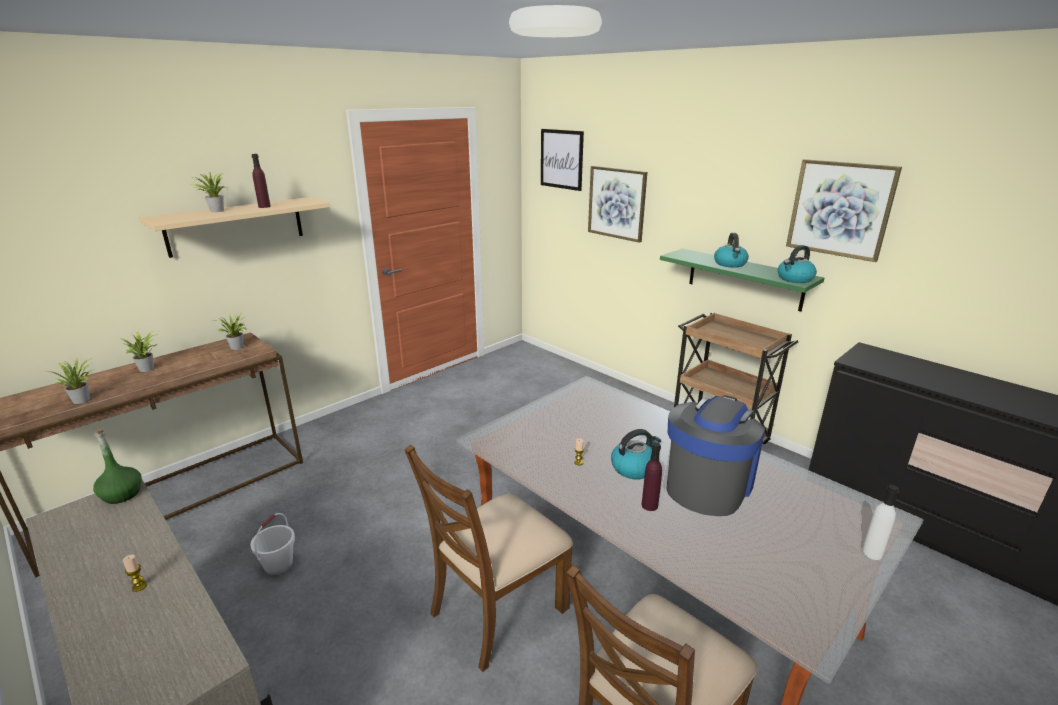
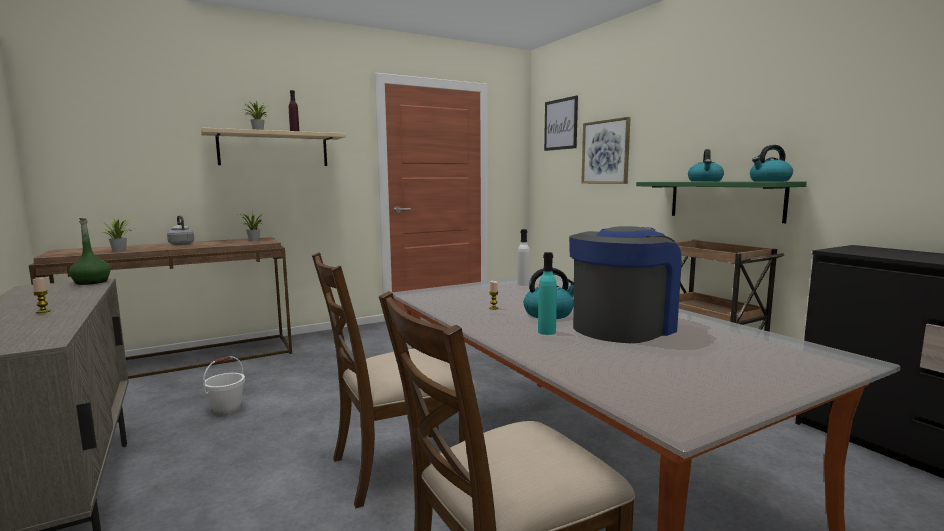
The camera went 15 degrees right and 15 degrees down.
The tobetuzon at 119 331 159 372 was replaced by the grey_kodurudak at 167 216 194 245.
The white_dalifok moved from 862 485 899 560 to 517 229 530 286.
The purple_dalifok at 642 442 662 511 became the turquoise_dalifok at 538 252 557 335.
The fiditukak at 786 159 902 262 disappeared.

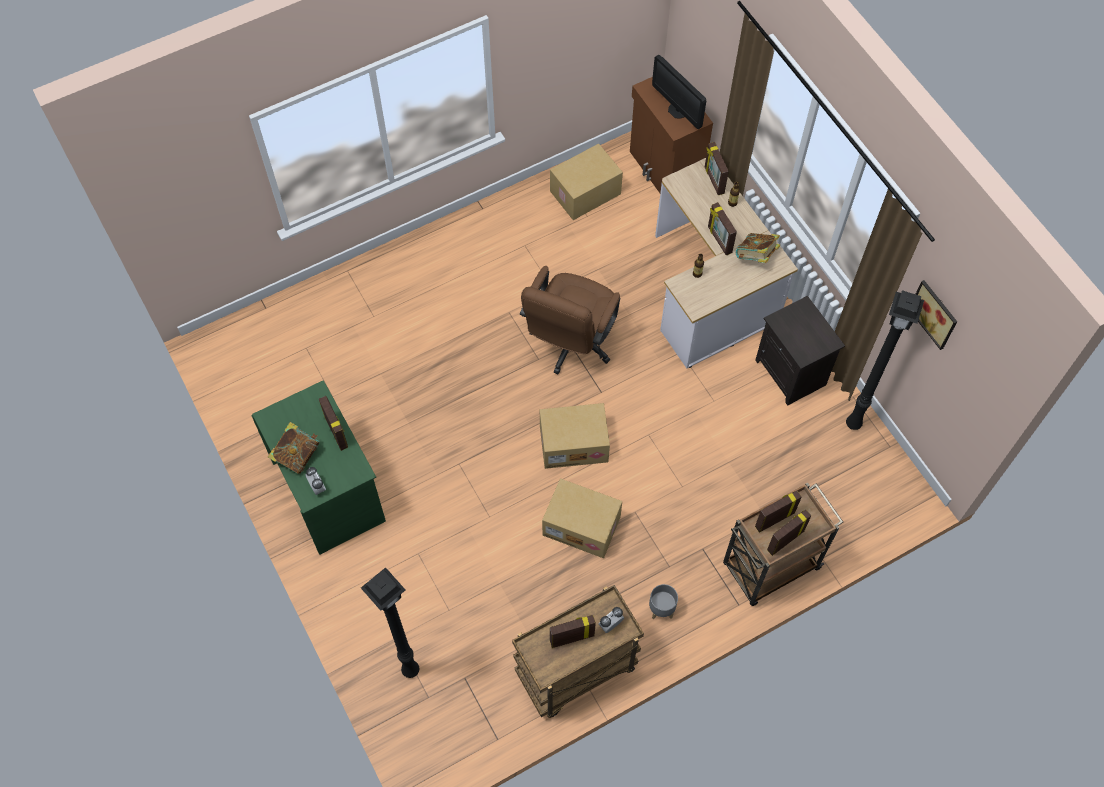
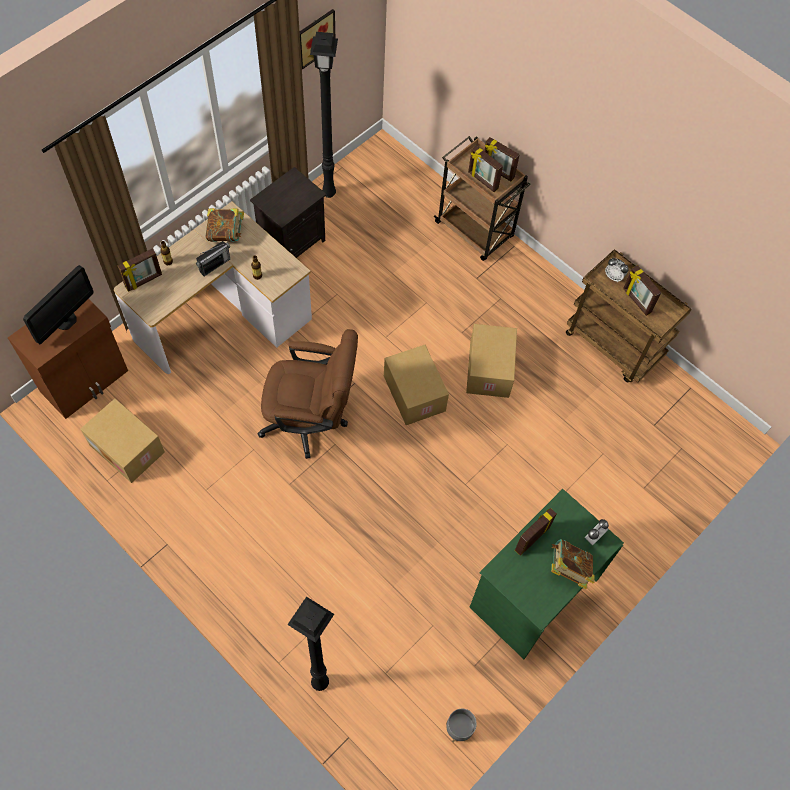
The camera went 110 degrees left and 0 degrees up.
The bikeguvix at 708 202 737 255 was replaced by the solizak at 196 241 230 277.
The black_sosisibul moved from 361 567 419 678 to 288 597 334 691.
The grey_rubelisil moved from 649 584 678 619 to 446 709 477 743.

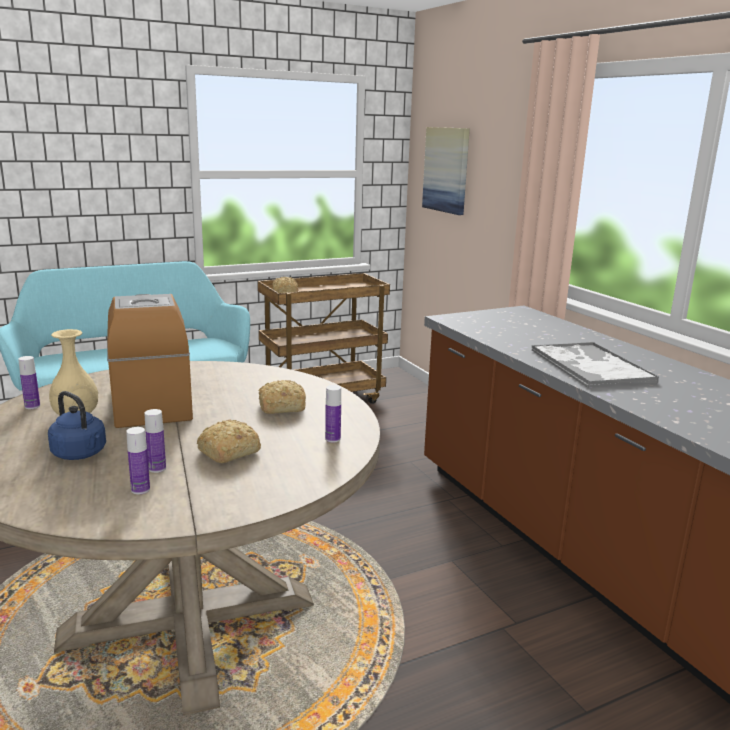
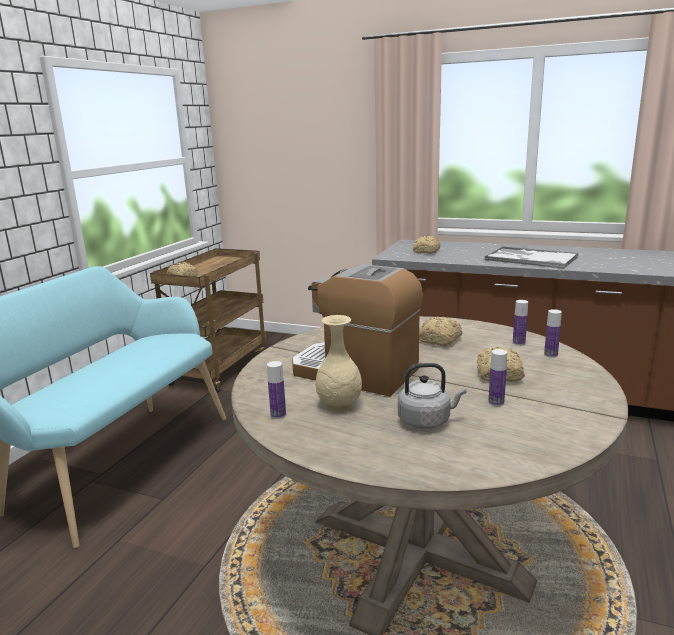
The camera went 40 degrees left and 0 degrees up.
The blue_kodurudak at 48 391 106 460 became the grey_kodurudak at 398 363 467 429.
The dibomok at 413 236 441 254 appeared.
The dalifok moved from 126 427 150 494 to 544 309 562 358.
The fiditukak at 422 127 470 215 disappeared.

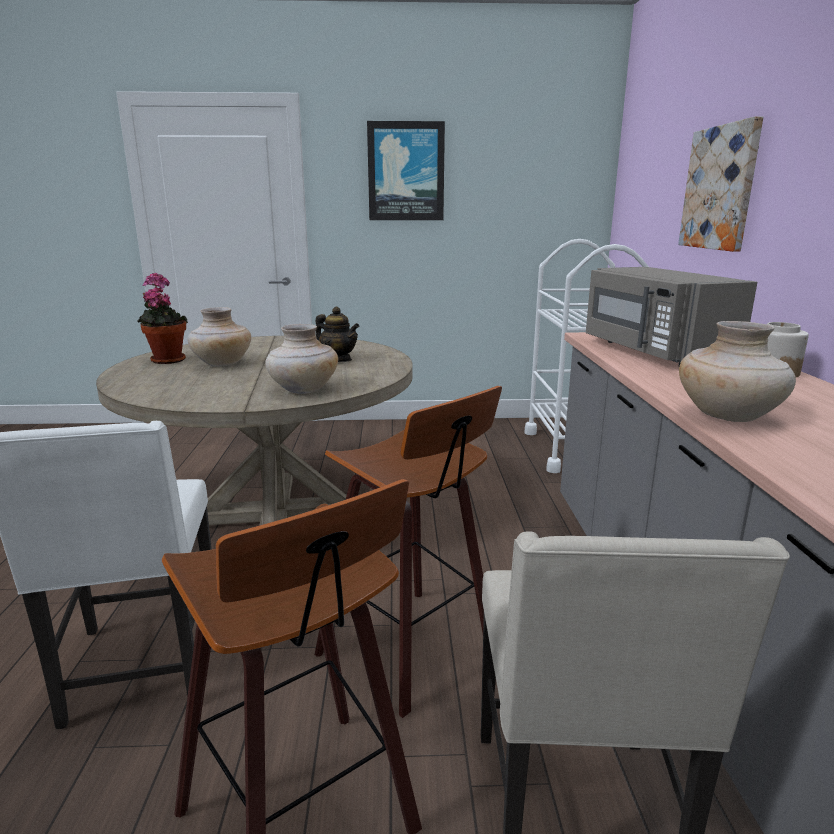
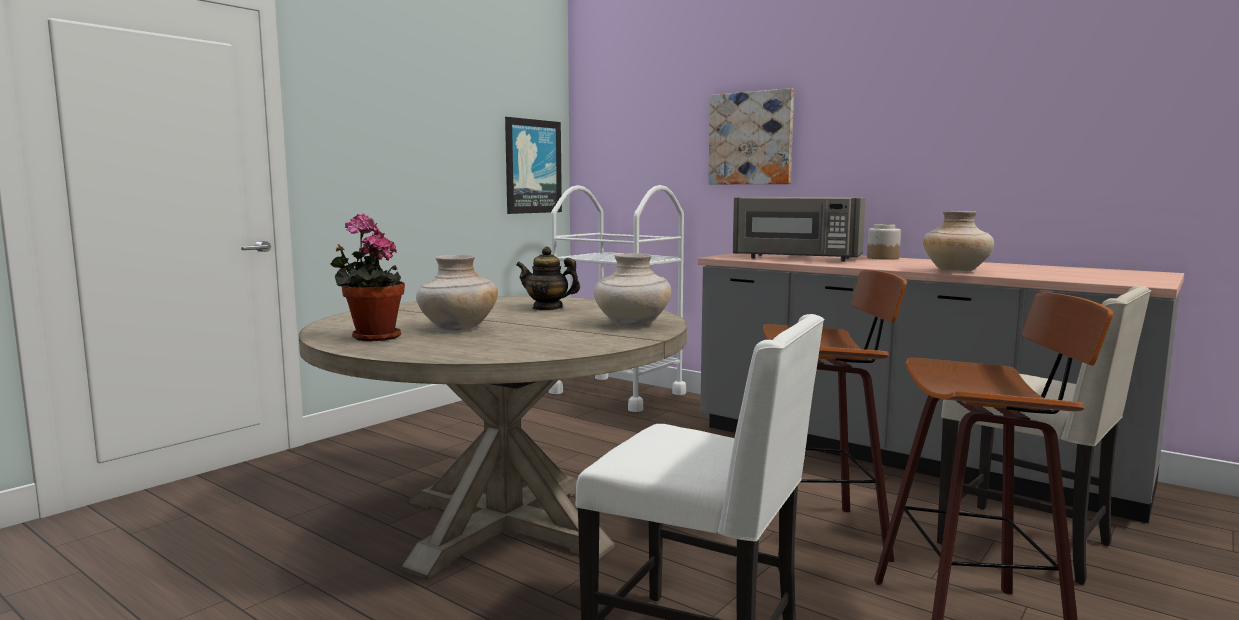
The camera went 50 degrees left and 10 degrees down.
The fiditukak moved from 367 121 445 220 to 505 117 562 214.
The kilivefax at 316 307 359 362 turned 150 degrees counterclockwise.

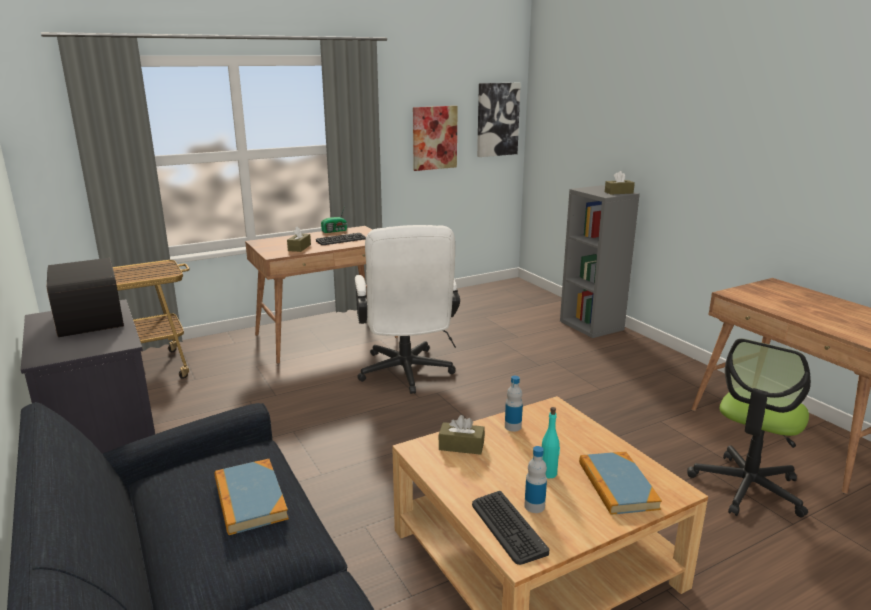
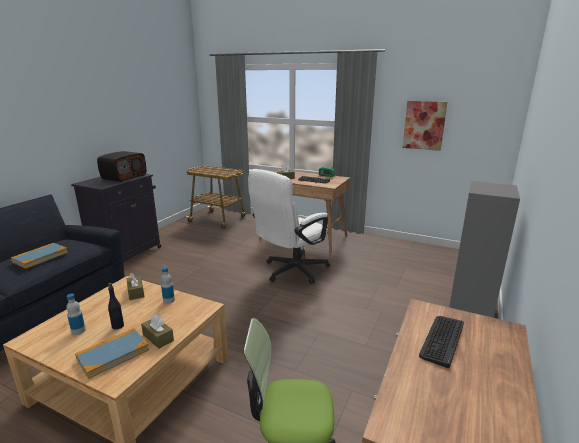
The camera went 55 degrees right and 0 degrees up.
The turquoise_dalifok at 542 407 560 478 became the black_dalifok at 108 283 124 330.
The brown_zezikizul moved from 605 171 635 194 to 141 315 174 349.
The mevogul moved from 472 491 549 565 to 419 316 464 368.
The fiditukak at 477 83 521 157 disappeared.

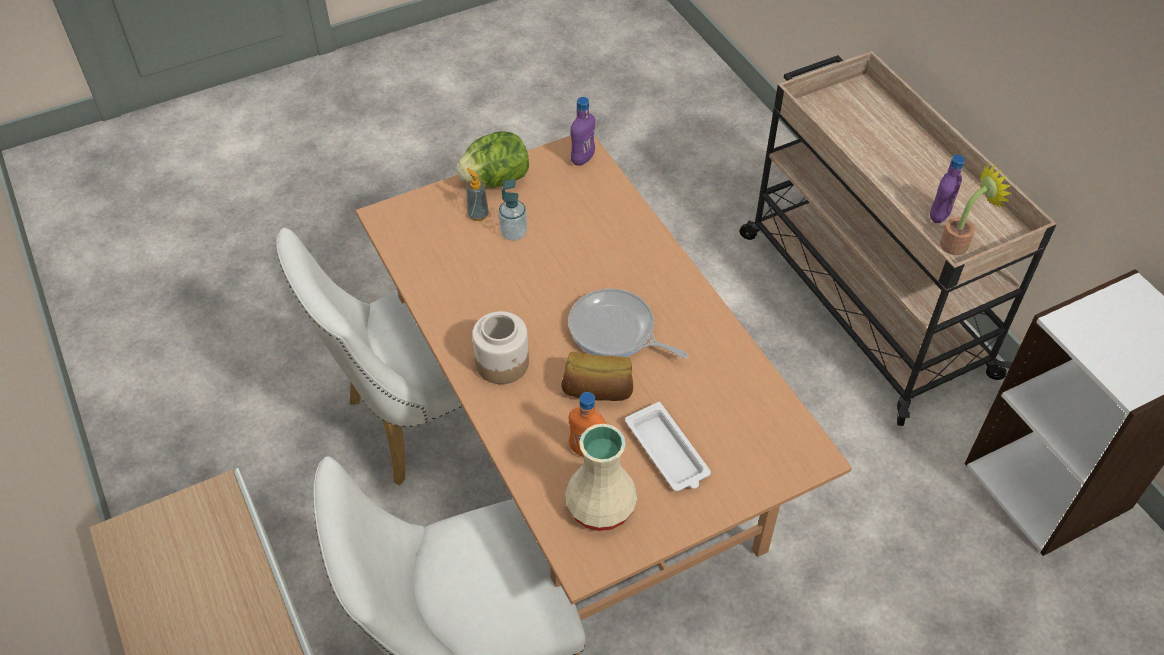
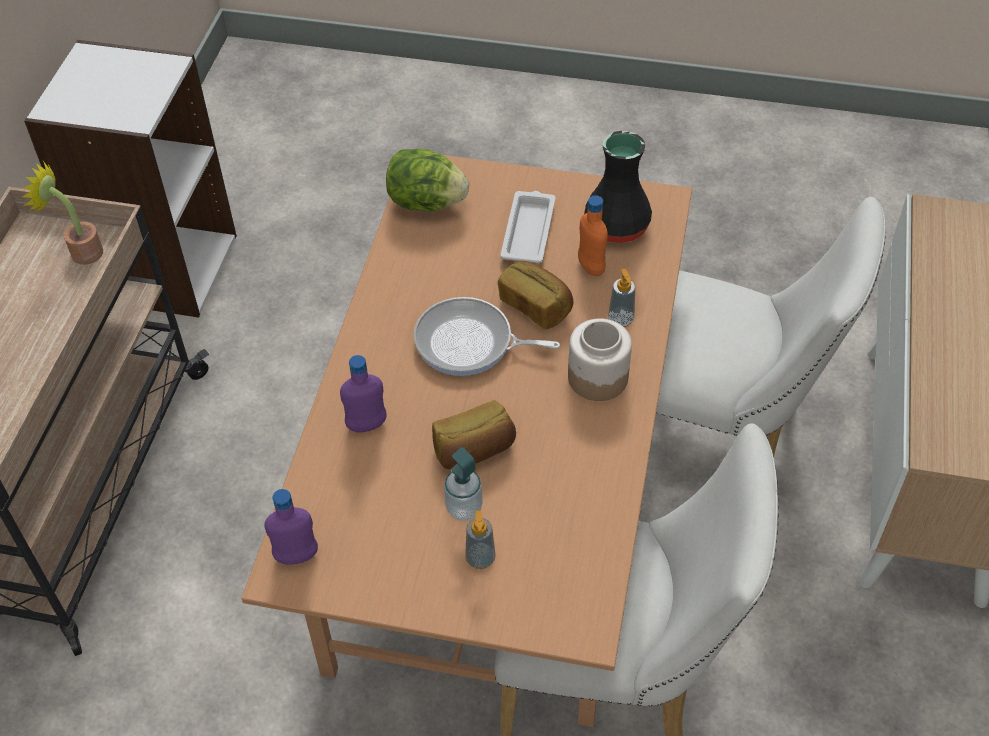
The camera went 140 degrees left and 0 degrees up.
The purple_dalifok moved from 930 155 965 223 to 340 355 386 432.
The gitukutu moved from 456 131 529 188 to 386 149 469 212.
The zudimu at 568 288 689 359 turned 120 degrees clockwise.
The dibomok at 432 400 516 469 appeared.
The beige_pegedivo at 565 424 638 531 became the black_pegedivo at 584 131 652 243.
The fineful at 608 269 635 327 appeared.

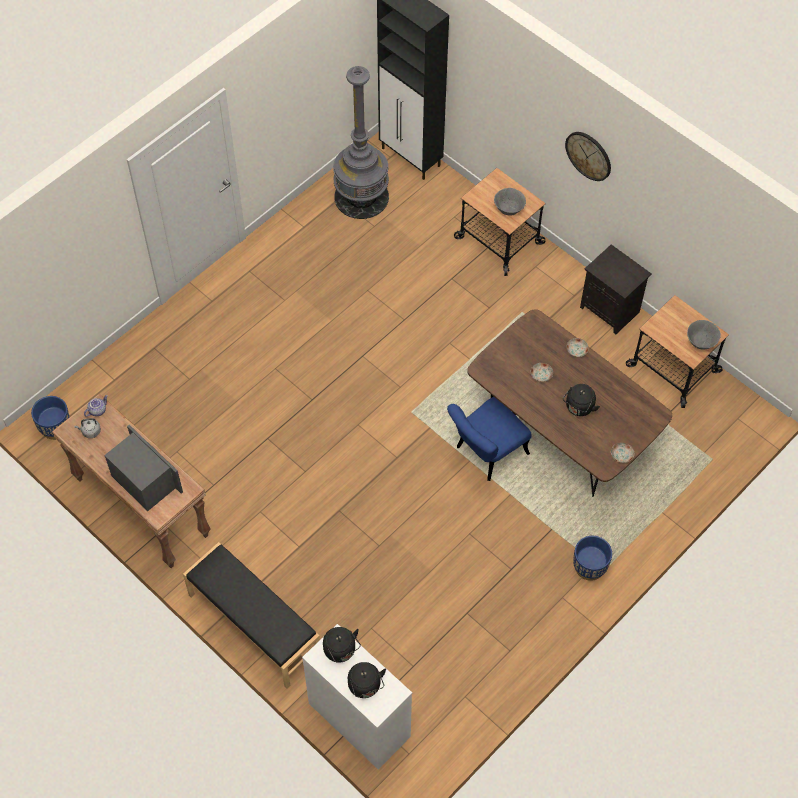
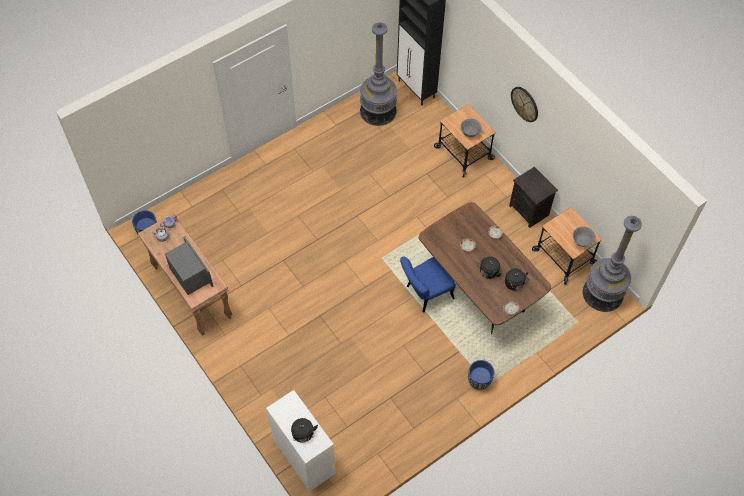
The camera went 10 degrees right and 0 degrees up.
The black_kodurudak moved from 323 627 361 663 to 505 268 529 291.
The grey_sosisibul at 583 216 642 312 appeared.
The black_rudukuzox at 183 542 320 689 disappeared.

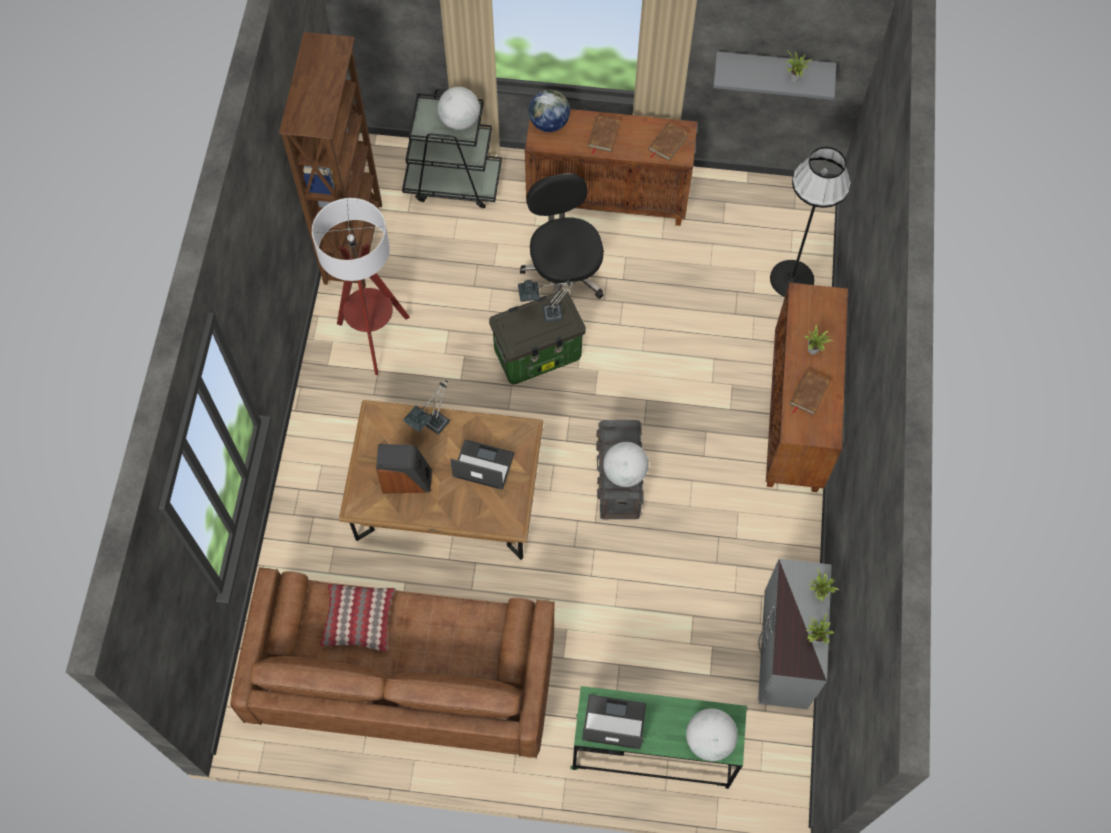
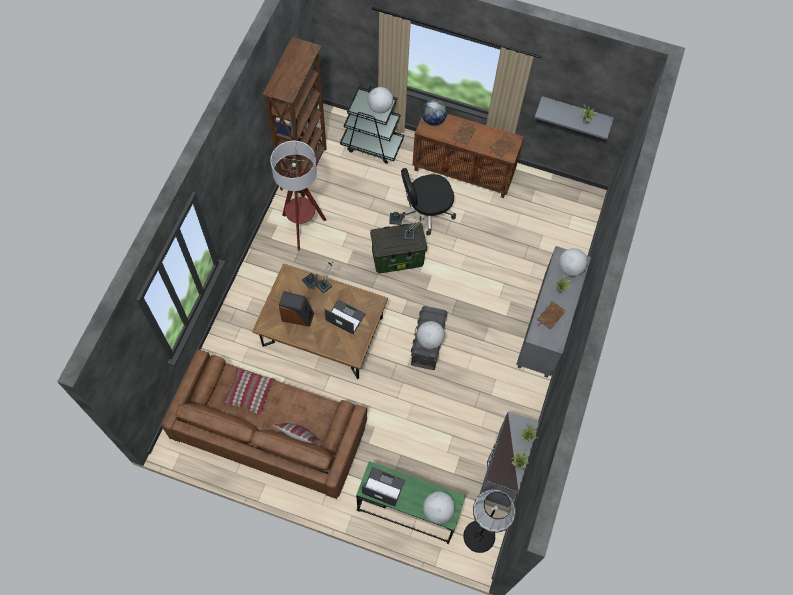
The camera went 10 degrees right and 0 degrees up.
The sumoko at 273 423 320 443 appeared.
The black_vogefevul at 520 173 604 299 turned 105 degrees counterclockwise.
The black_sosisibul moved from 770 147 851 297 to 463 489 516 553.
The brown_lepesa at 766 282 848 492 became the grey_lepesa at 516 246 591 377.
The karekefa at 559 248 588 276 appeared.

